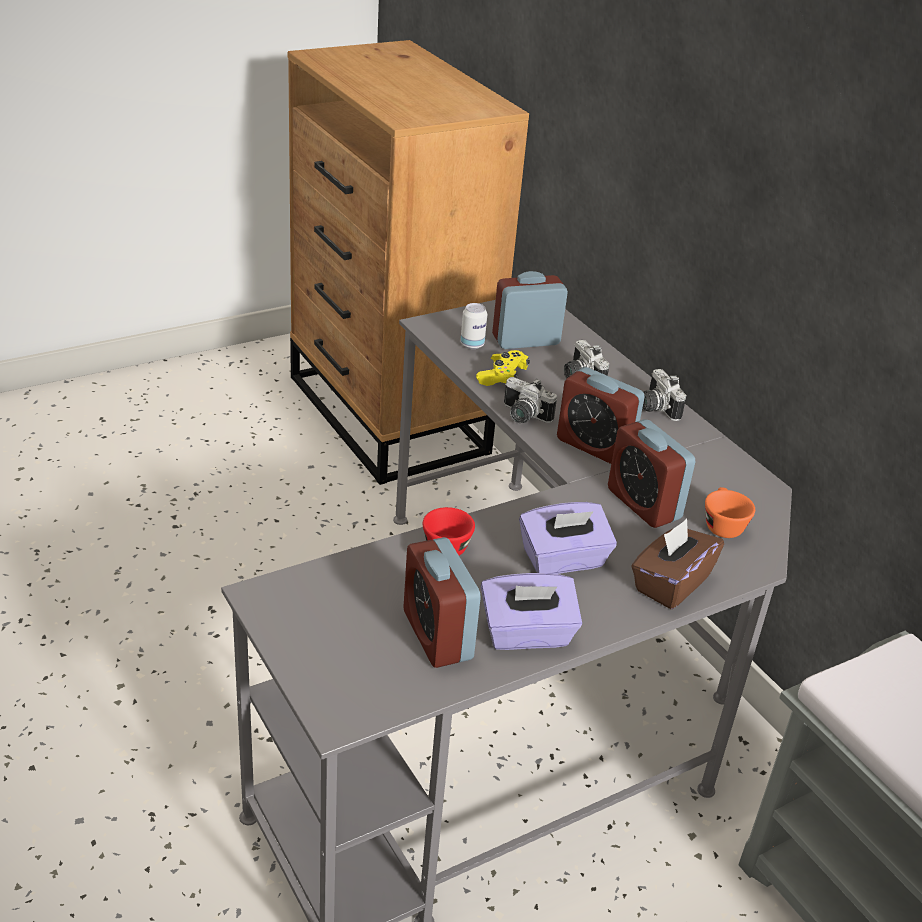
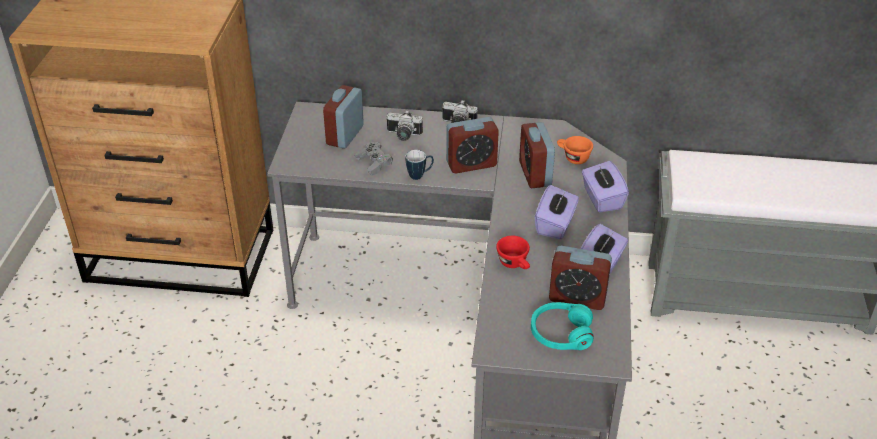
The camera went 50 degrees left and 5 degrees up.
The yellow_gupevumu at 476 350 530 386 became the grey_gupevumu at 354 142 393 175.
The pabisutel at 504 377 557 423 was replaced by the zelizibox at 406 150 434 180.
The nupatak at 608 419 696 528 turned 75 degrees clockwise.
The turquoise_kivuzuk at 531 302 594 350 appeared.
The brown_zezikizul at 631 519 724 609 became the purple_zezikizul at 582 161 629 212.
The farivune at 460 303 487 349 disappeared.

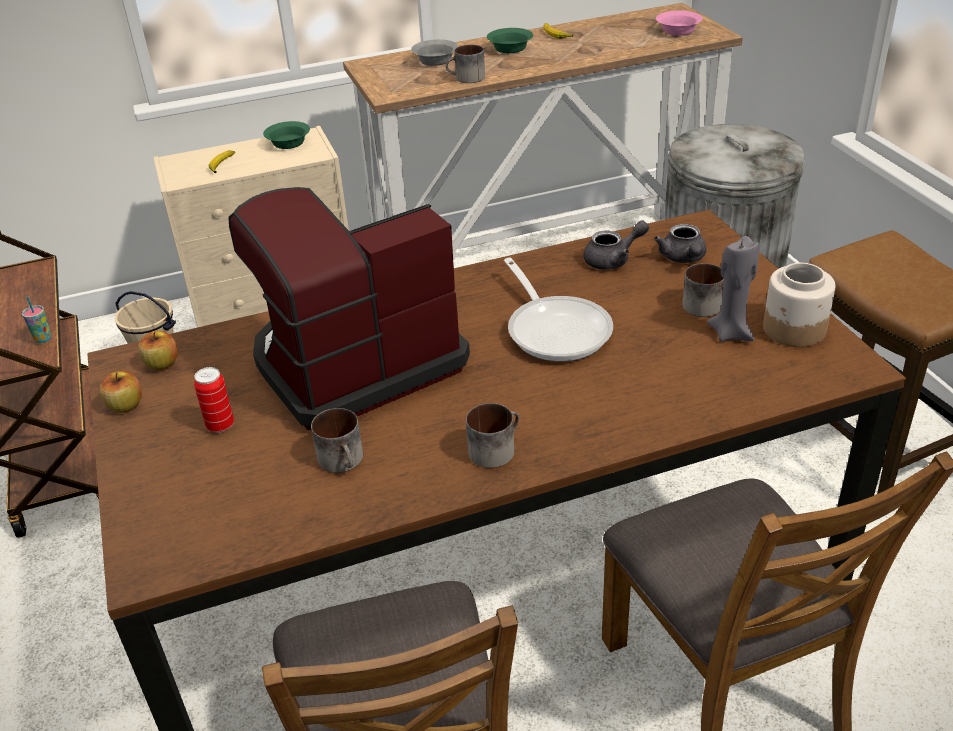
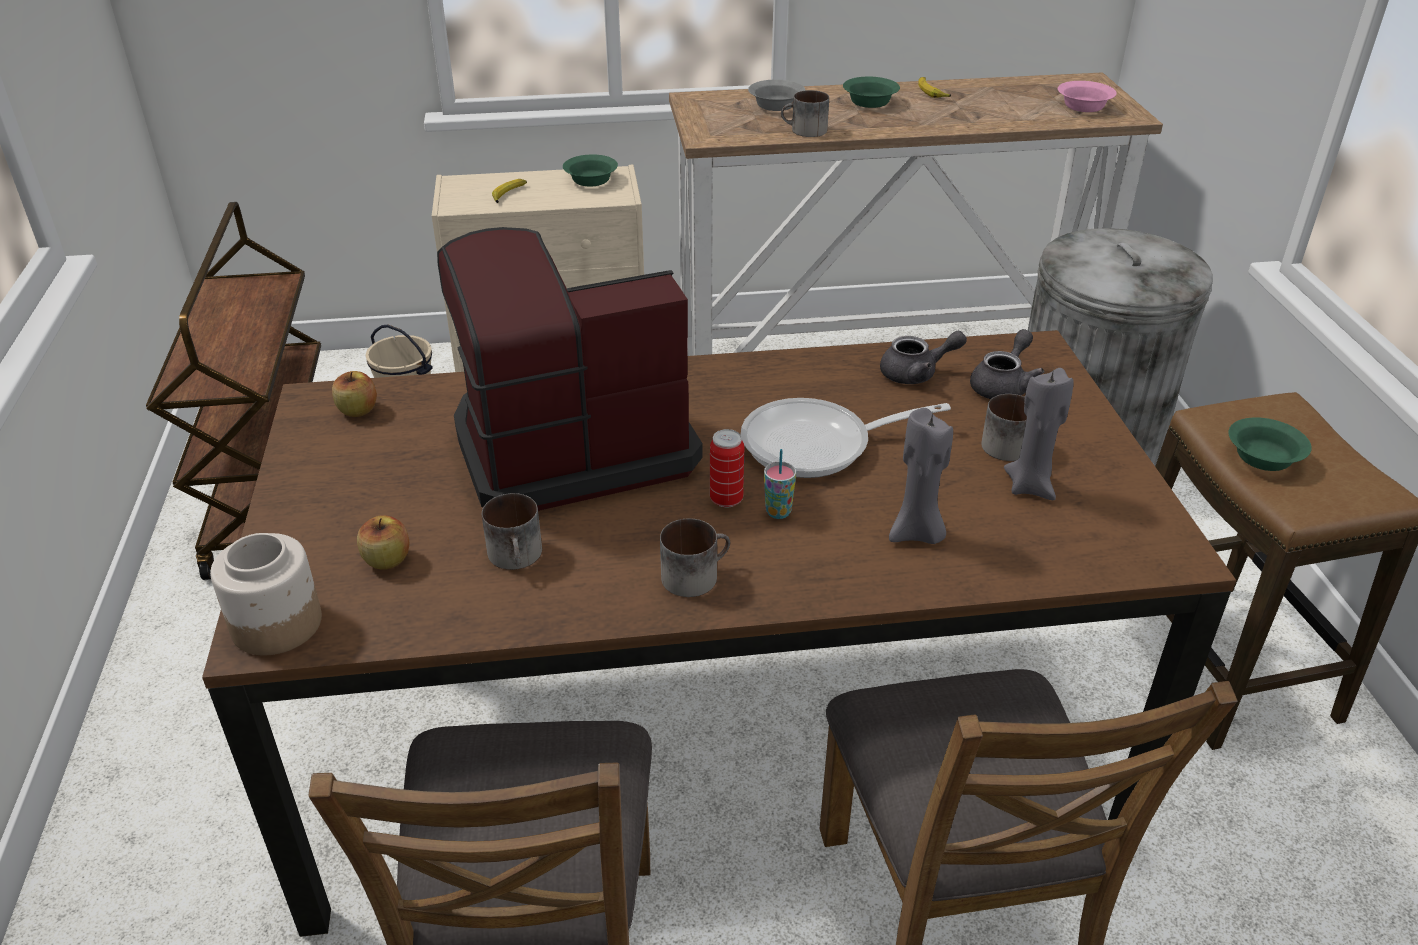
The camera went 10 degrees right and 0 degrees up.
The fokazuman moved from 763 263 835 347 to 210 533 322 655.
The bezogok moved from 100 371 142 413 to 357 515 409 570.
The farivune moved from 194 367 234 433 to 710 429 744 508.
The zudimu at 504 258 613 362 turned 90 degrees clockwise.
The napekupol moved from 22 296 51 343 to 764 449 796 519.
The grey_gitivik at 889 408 953 544 appeared.
The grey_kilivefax at 654 224 706 263 turned 150 degrees counterclockwise.
The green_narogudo at 1228 417 1312 471 appeared.

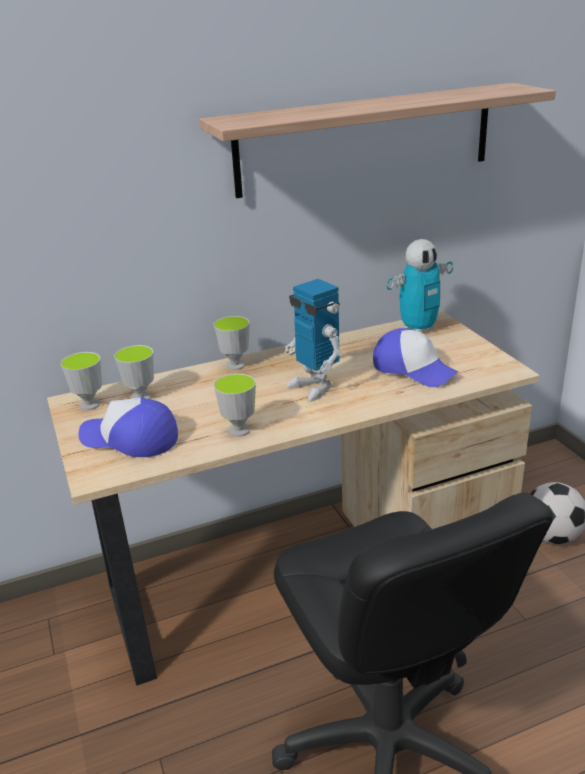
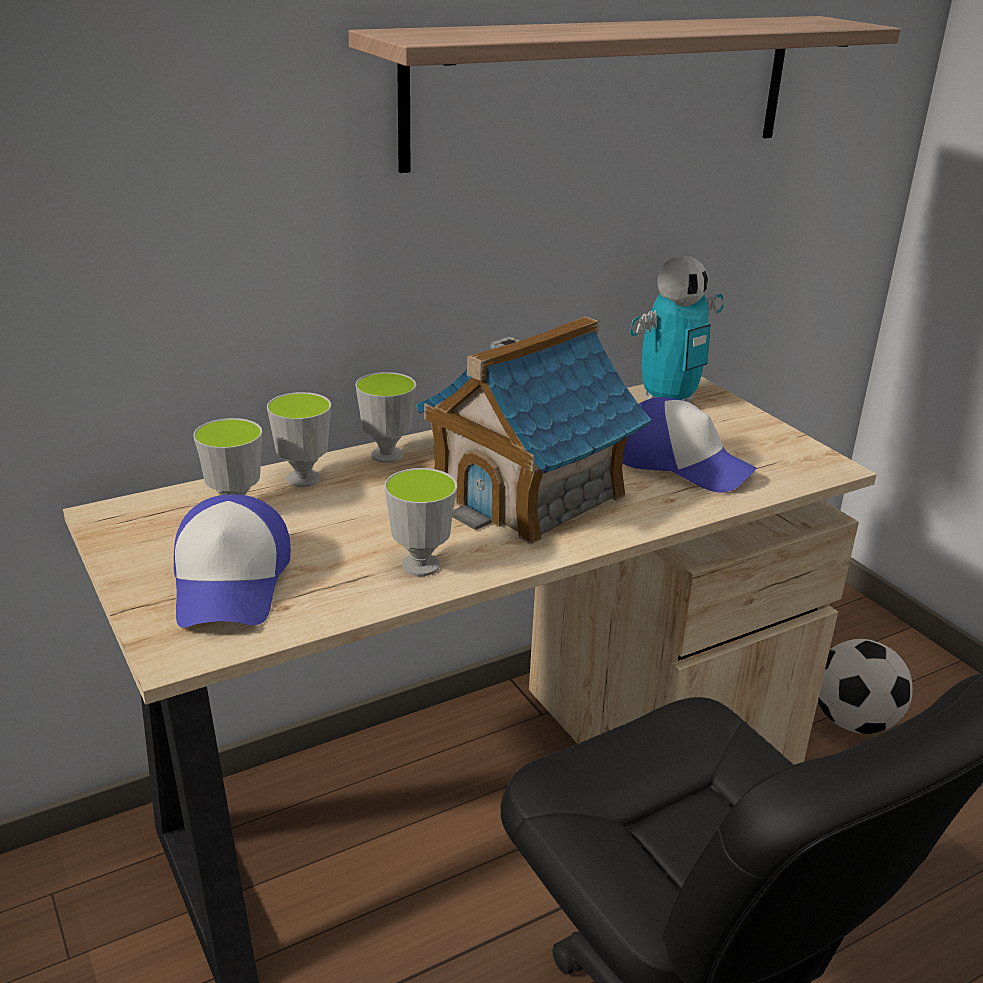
The camera went 10 degrees left and 0 degrees up.
The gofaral at 79 397 178 457 turned 105 degrees counterclockwise.
The napekupol moved from 61 352 102 410 to 267 392 331 487.
The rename at 285 279 341 402 was replaced by the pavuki at 416 316 651 544.

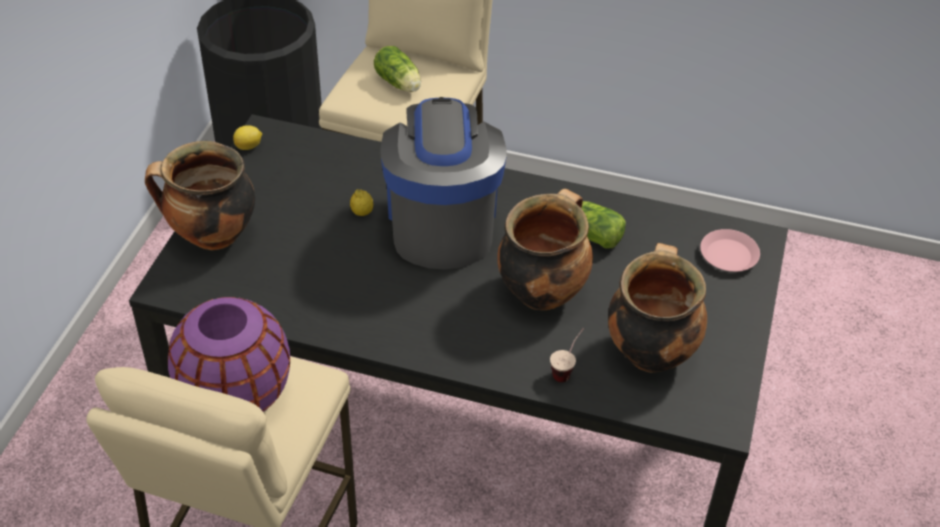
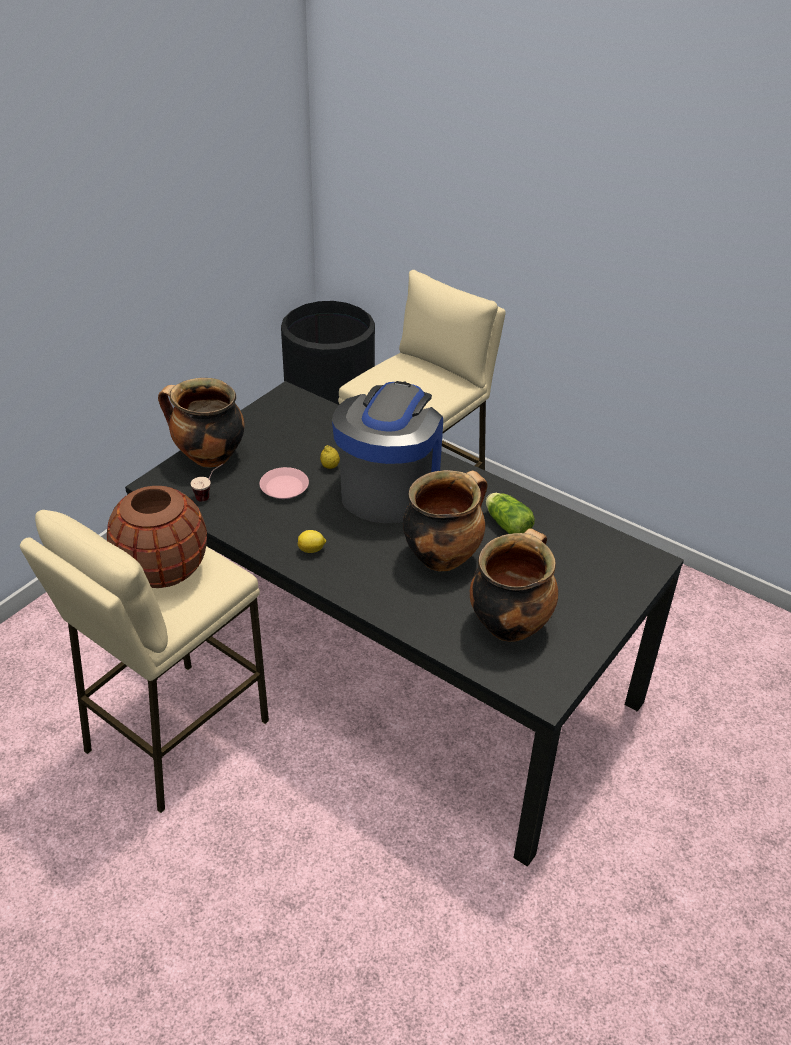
The camera went 20 degrees right and 5 degrees down.
The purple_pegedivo at 168 297 290 412 became the brown_pegedivo at 107 486 207 588.
The napekupol moved from 550 328 584 382 to 191 464 223 502.
The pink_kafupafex moved from 700 229 760 272 to 259 467 309 499.
The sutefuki moved from 233 125 262 150 to 298 530 326 553.
The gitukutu at 374 46 421 92 disappeared.

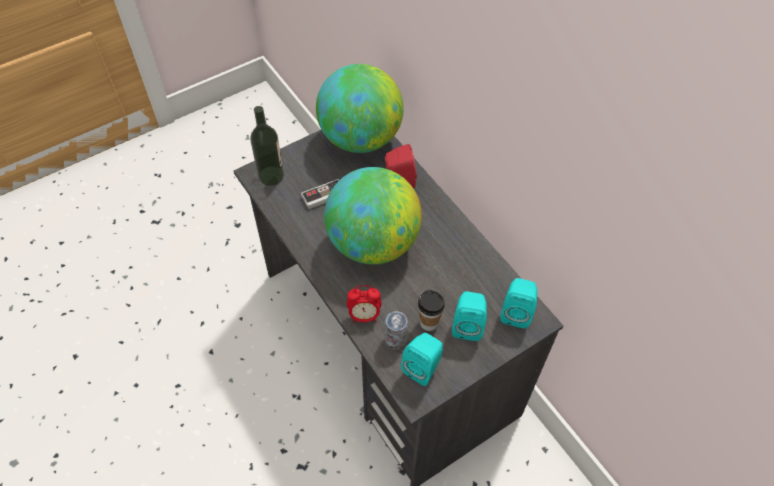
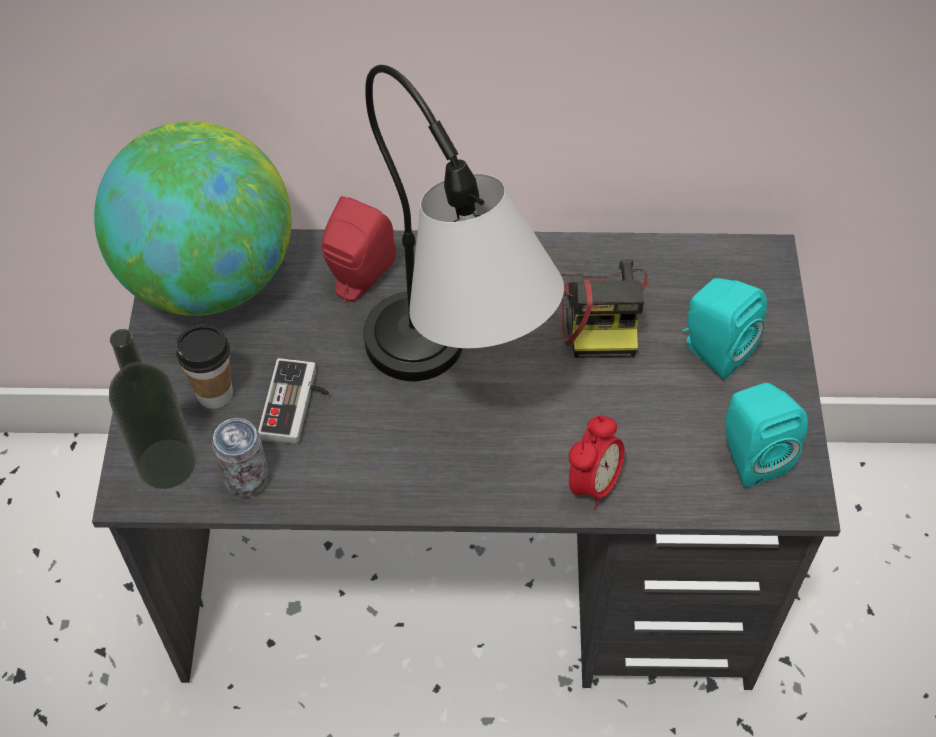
The camera went 55 degrees left and 0 degrees up.
The napekupol moved from 418 290 445 331 to 176 325 233 409.
The farivune moved from 384 311 408 350 to 212 418 269 497.
The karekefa at 324 167 422 265 was replaced by the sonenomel at 364 65 564 381.
The pabisutel at 561 259 648 358 appeared.
The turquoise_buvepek at 500 278 537 328 disappeared.

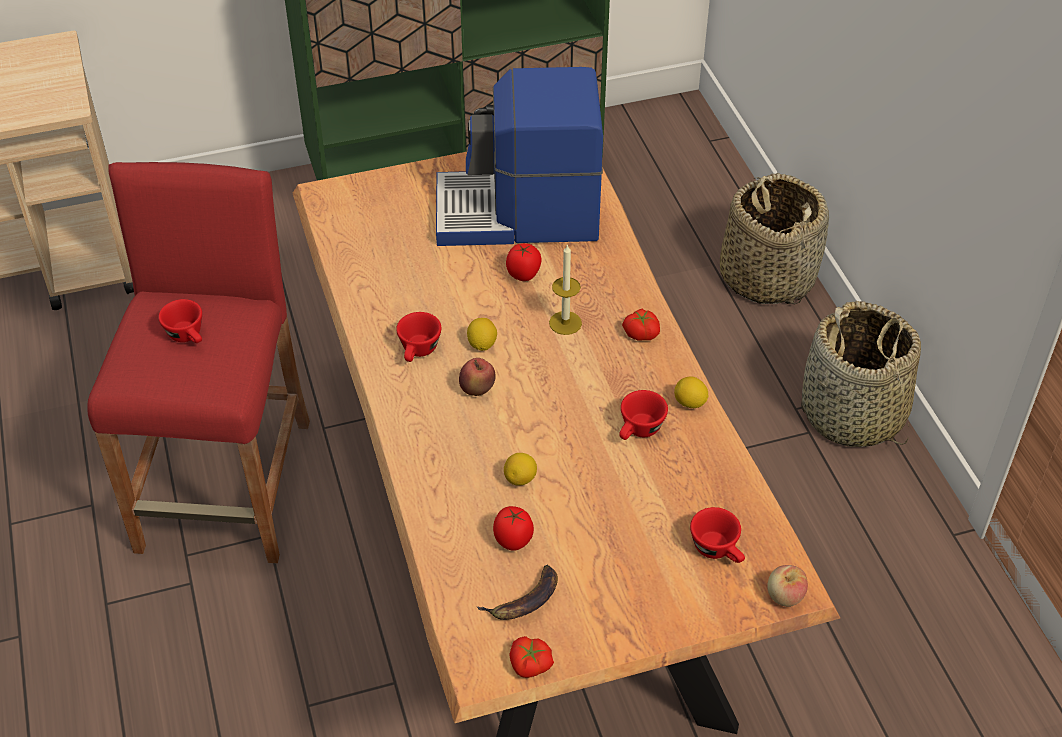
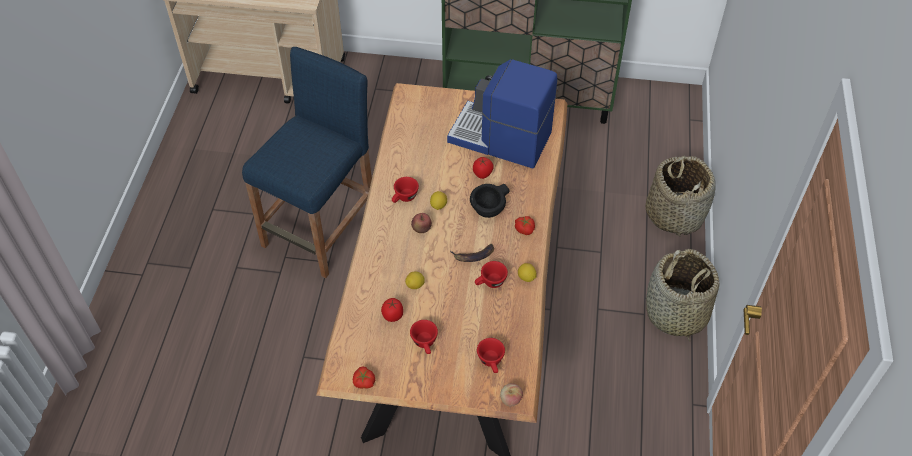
The camera went 25 degrees right and 5 degrees up.
The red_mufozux at 87 162 310 563 became the blue_mufozux at 242 47 372 278.
The red_napekupol moved from 158 299 202 343 to 410 320 438 354.
The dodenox moved from 477 565 558 620 to 450 244 494 262.
The gitivik at 549 244 582 335 was replaced by the black_narogudo at 470 184 509 218.

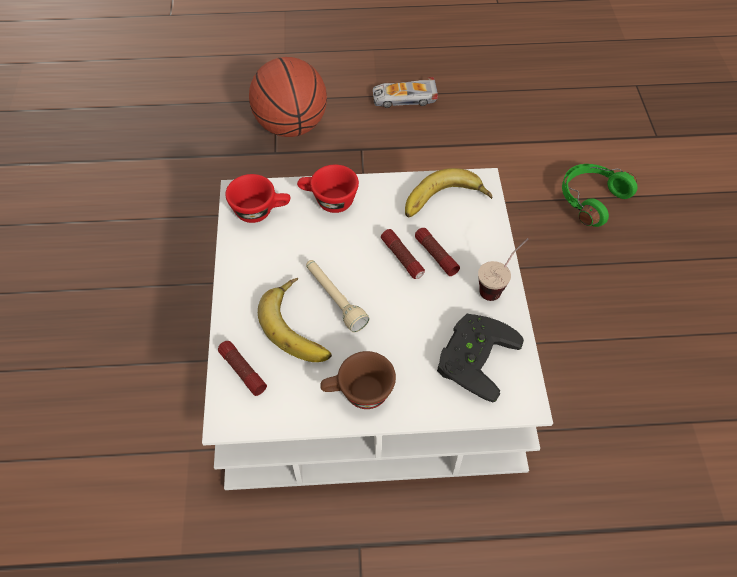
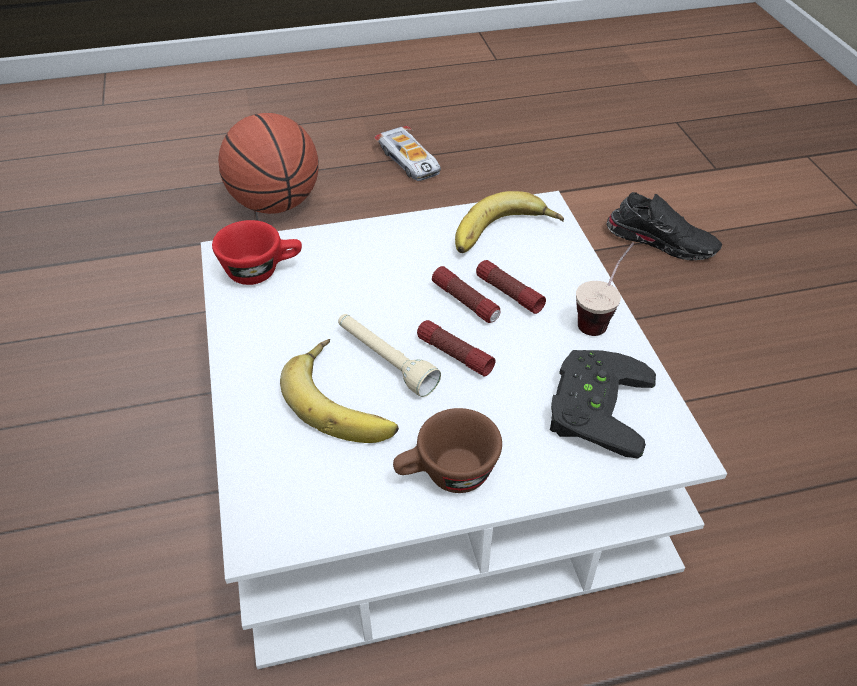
The camera went 10 degrees left and 10 degrees down.
The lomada at 373 77 438 108 turned 105 degrees counterclockwise.
The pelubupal moved from 218 341 267 396 to 417 320 495 376.
The green_kivuzuk at 562 164 638 227 was replaced by the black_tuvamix at 606 192 722 260.
The red_napekupol at 297 165 359 213 disappeared.

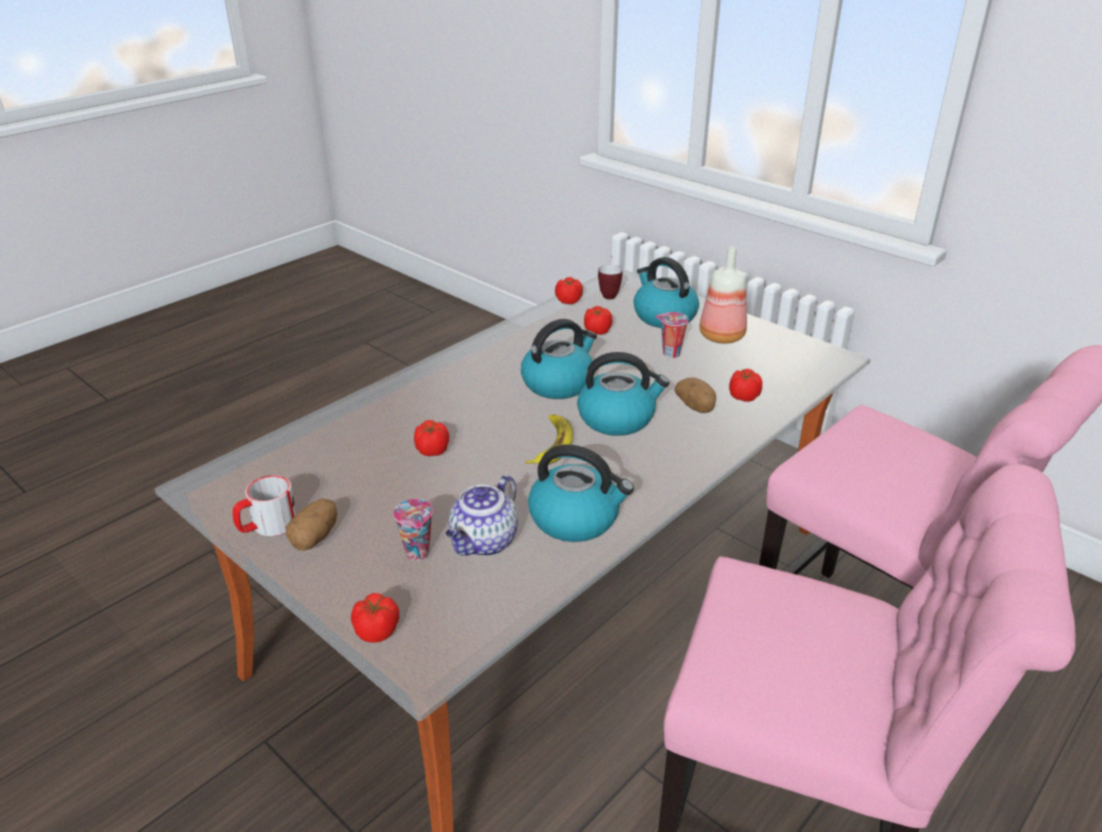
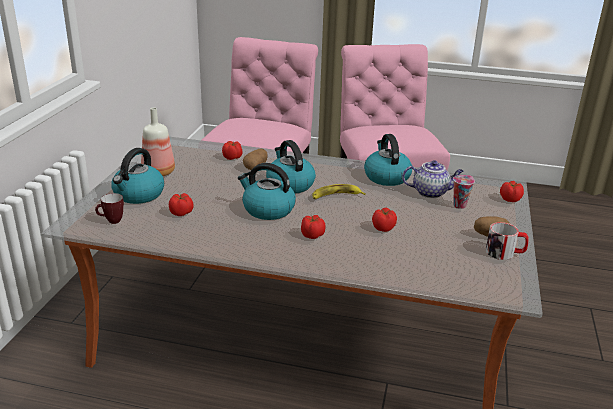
The camera went 120 degrees left and 5 degrees down.
The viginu moved from 555 277 583 304 to 301 215 326 239.
The napekupol at 656 312 689 358 disappeared.

